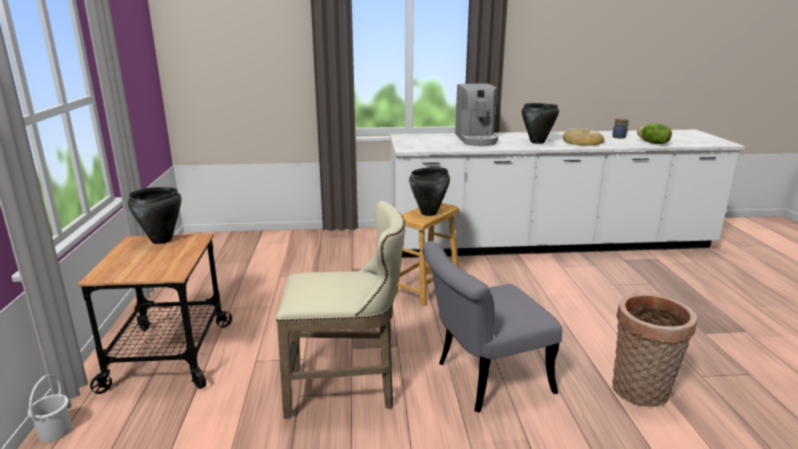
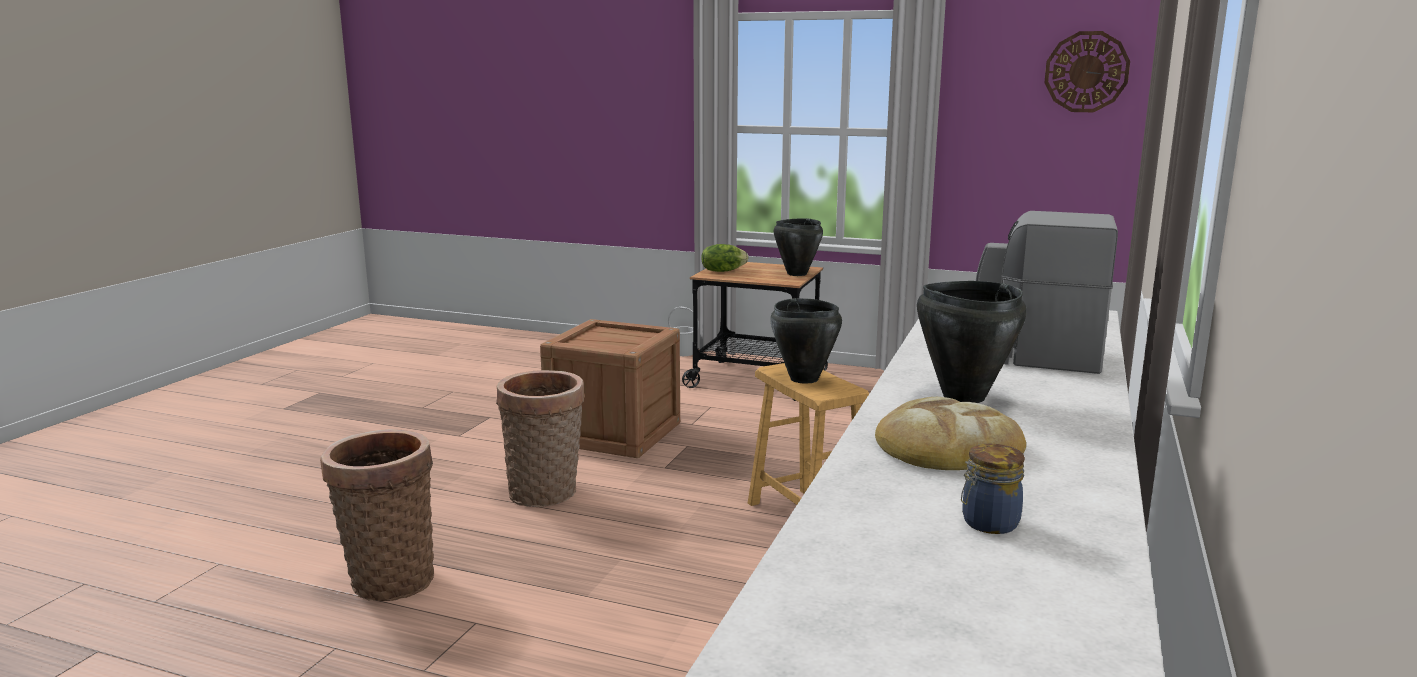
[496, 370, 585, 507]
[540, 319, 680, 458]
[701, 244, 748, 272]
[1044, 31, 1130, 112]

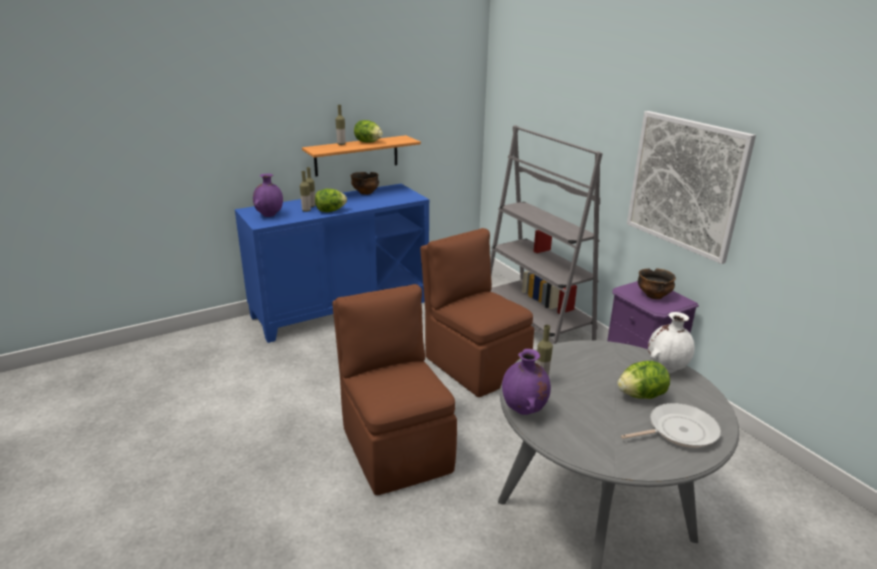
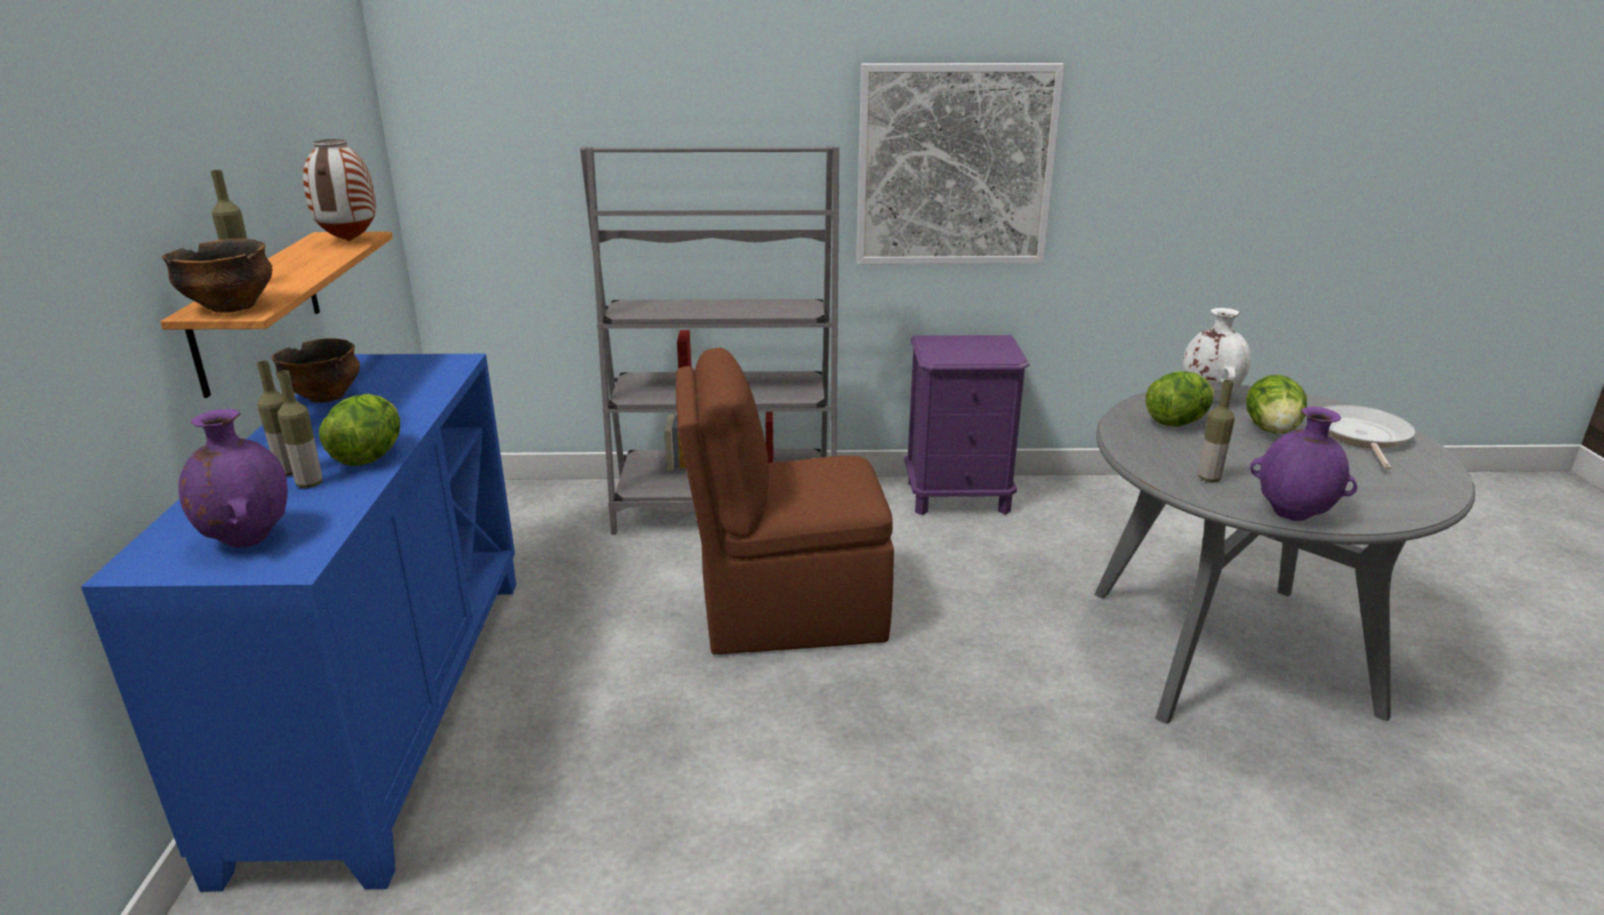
[162, 239, 273, 312]
[303, 139, 376, 241]
[1146, 371, 1214, 427]
[332, 284, 457, 495] (first image)

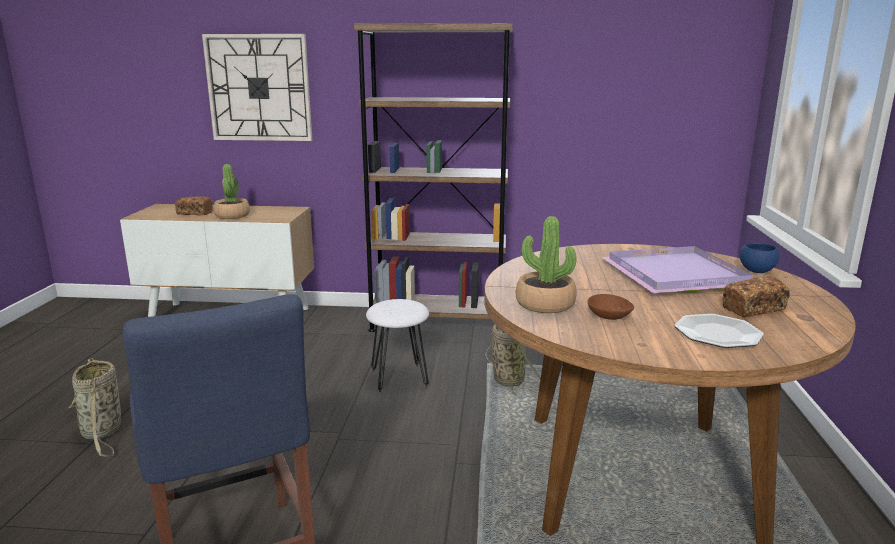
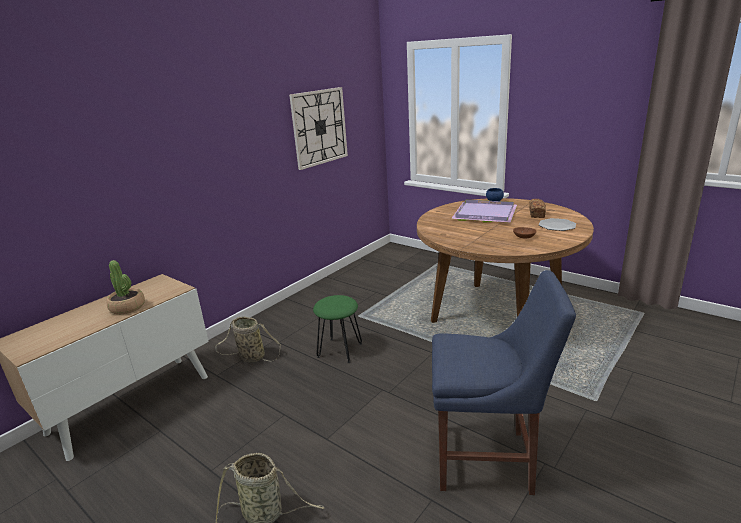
[215, 317, 281, 362]
[289, 87, 348, 170]
[313, 295, 362, 363]
[175, 197, 213, 215] (first image)
[354, 23, 513, 332] (first image)
[515, 216, 577, 313] (first image)

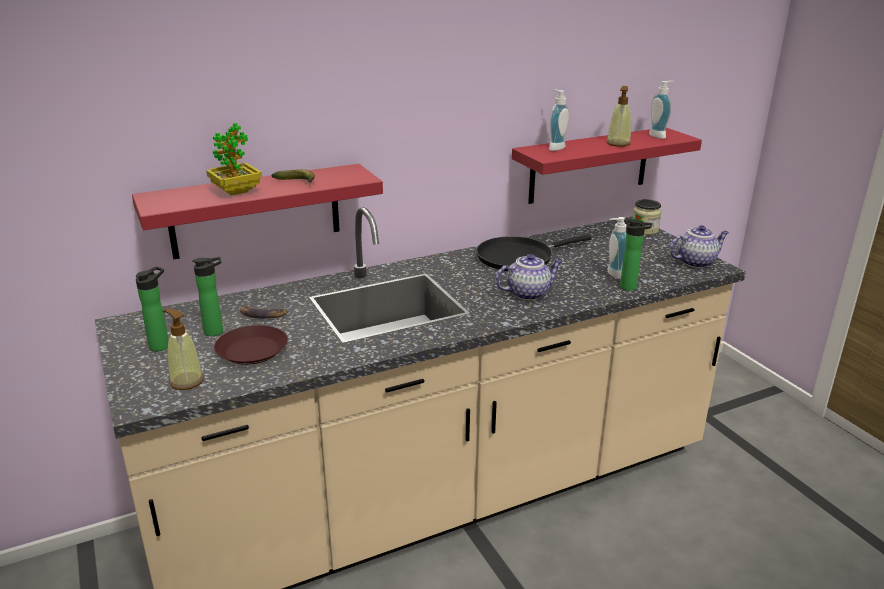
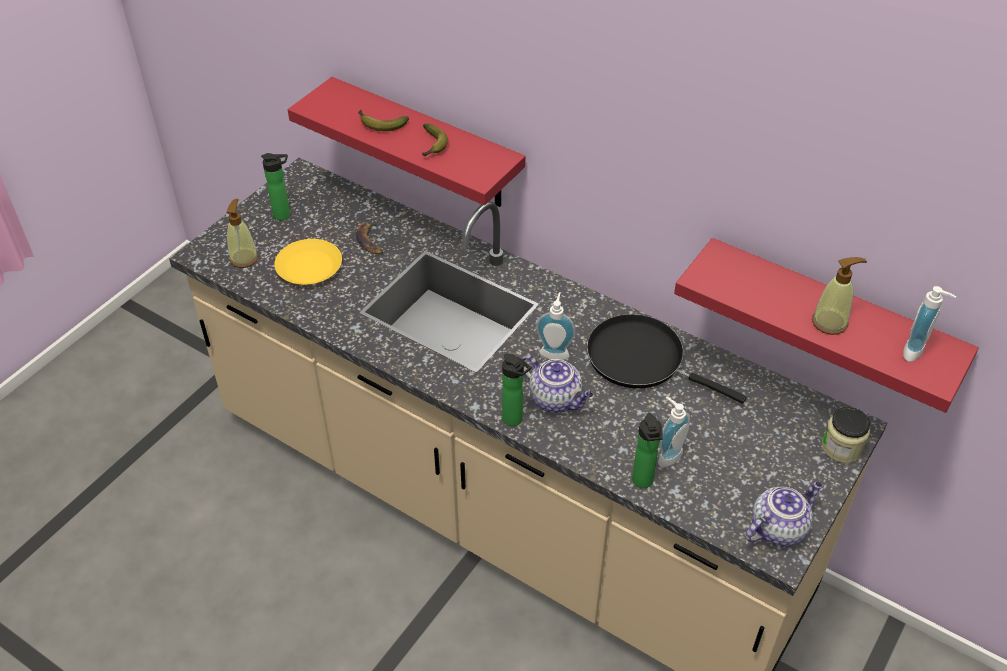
[275, 239, 342, 285]
[358, 110, 409, 131]
[502, 354, 531, 426]
[536, 292, 576, 360]
[745, 481, 823, 547]

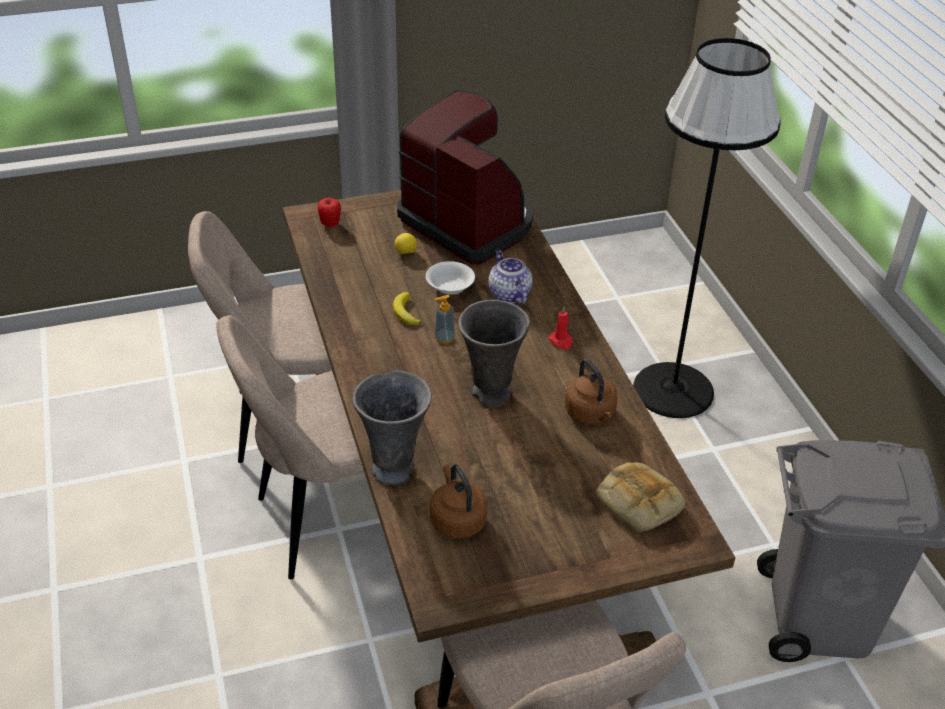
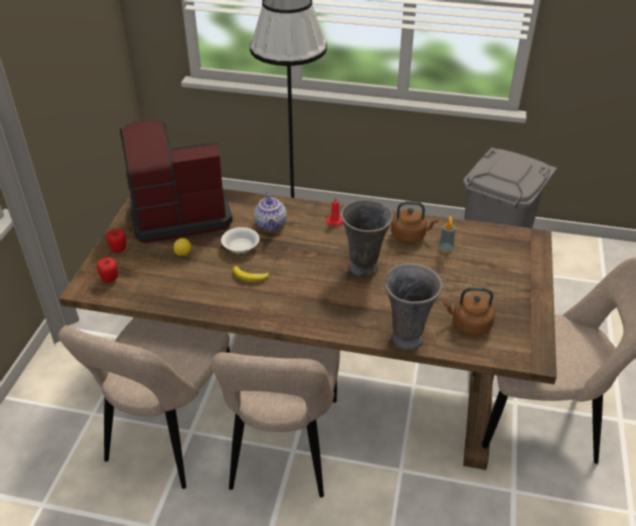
[106, 229, 126, 253]
[254, 192, 287, 232]
[439, 216, 456, 254]
[596, 462, 686, 532] (first image)

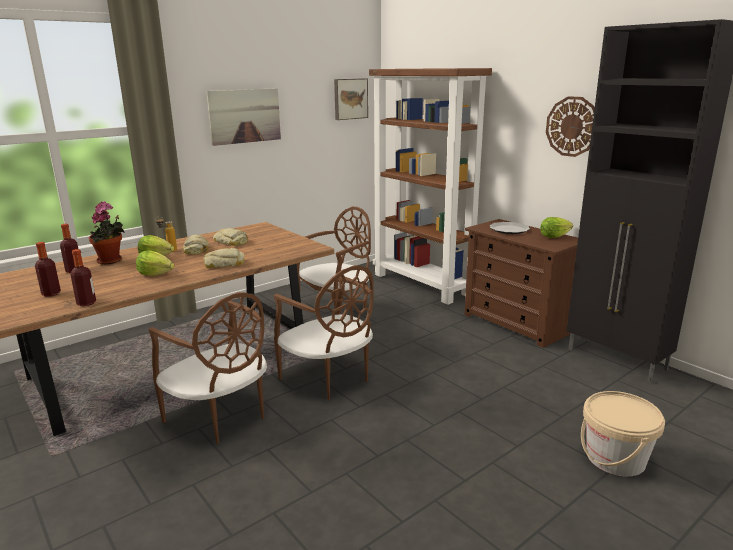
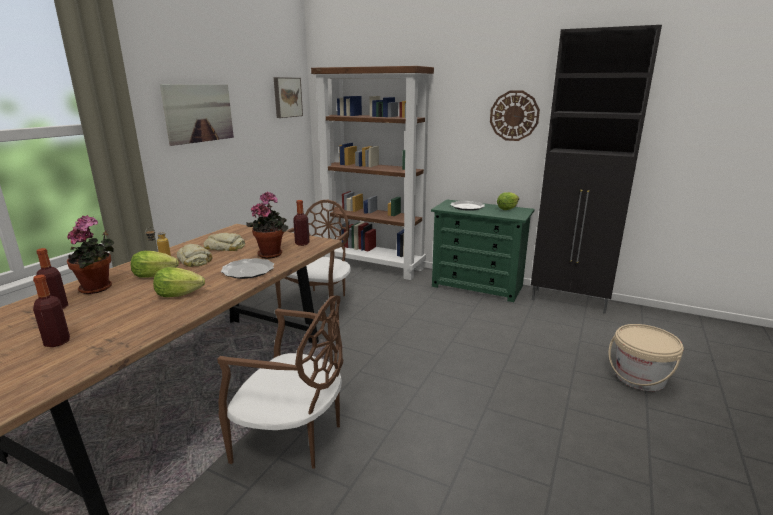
[221, 258, 274, 279]
[246, 192, 288, 258]
[293, 200, 310, 246]
[431, 200, 535, 302]
[274, 265, 374, 400] (first image)

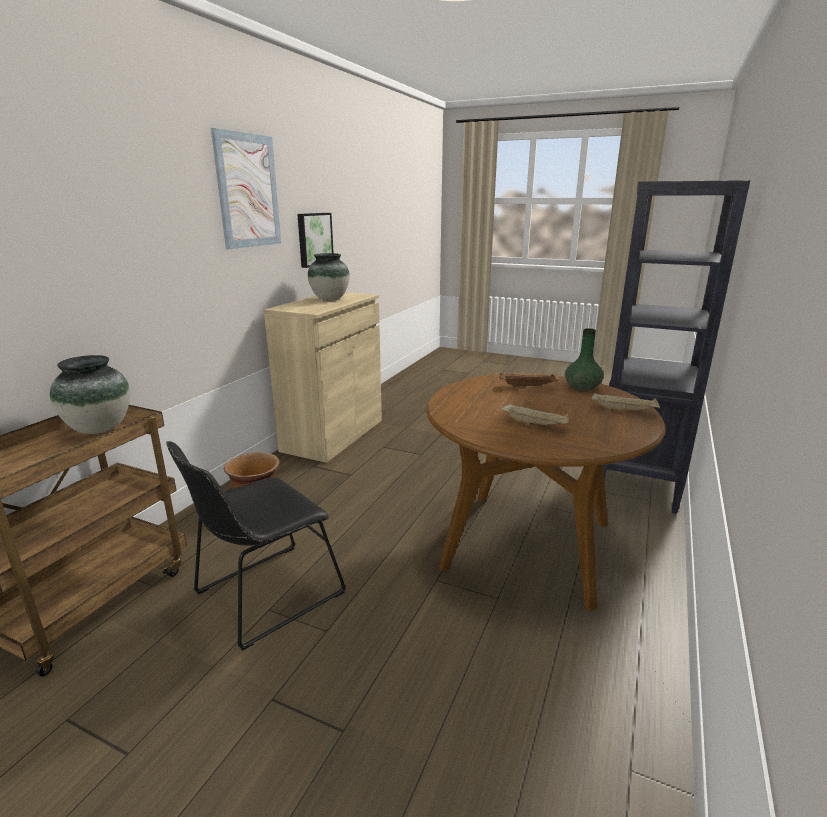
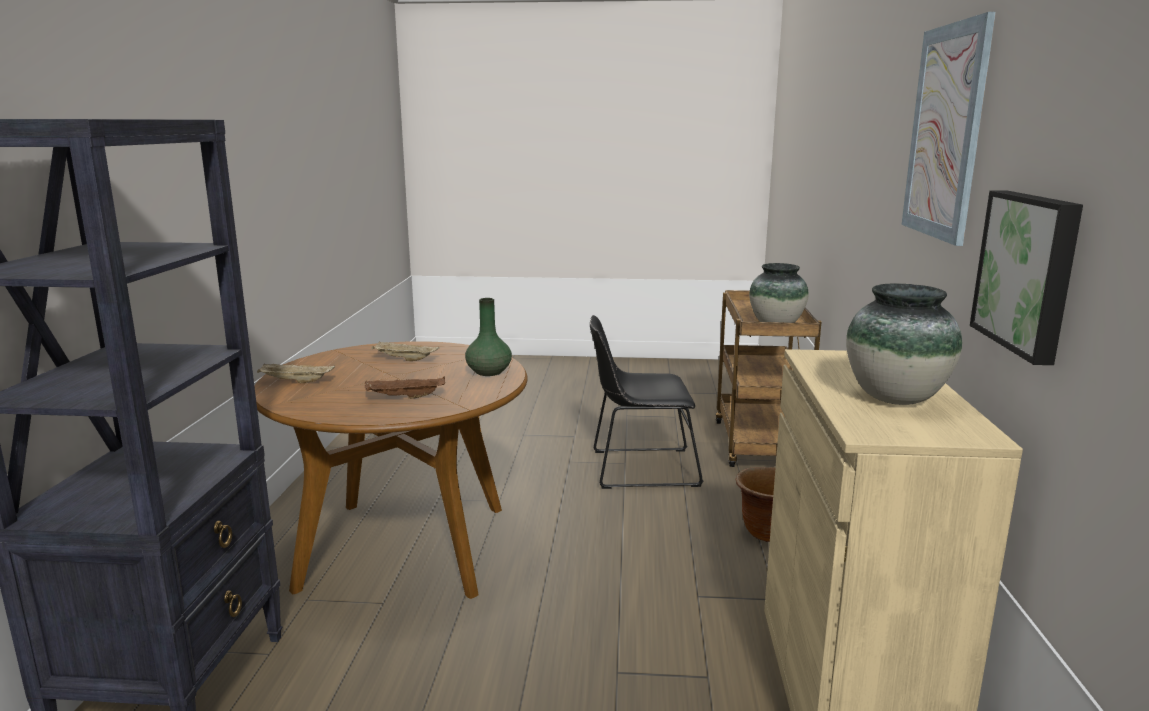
[465, 298, 512, 376]
[590, 315, 703, 489]

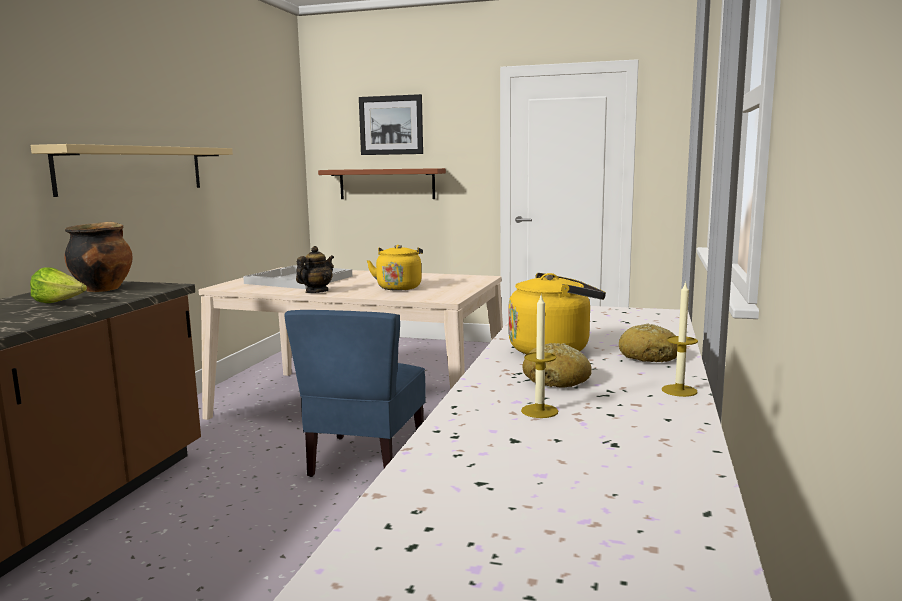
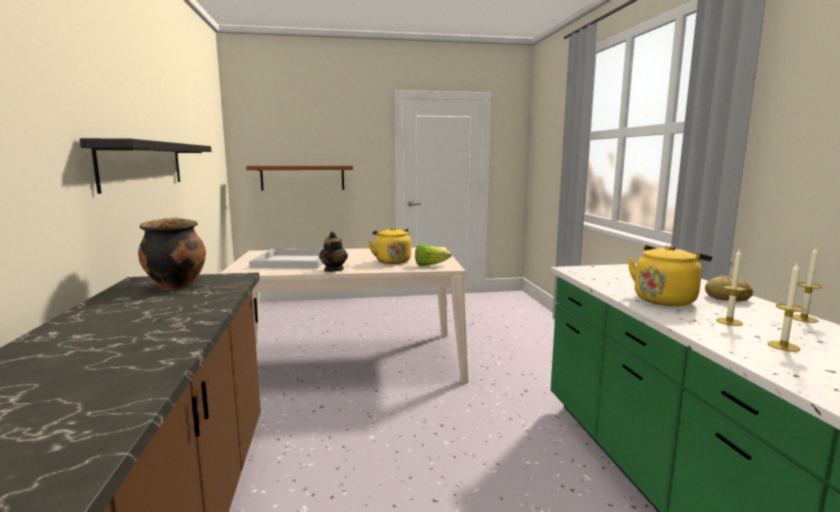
[80, 138, 212, 194]
[415, 244, 452, 266]
[716, 248, 746, 326]
[284, 310, 426, 477] (first image)
[359, 94, 423, 155] (first image)

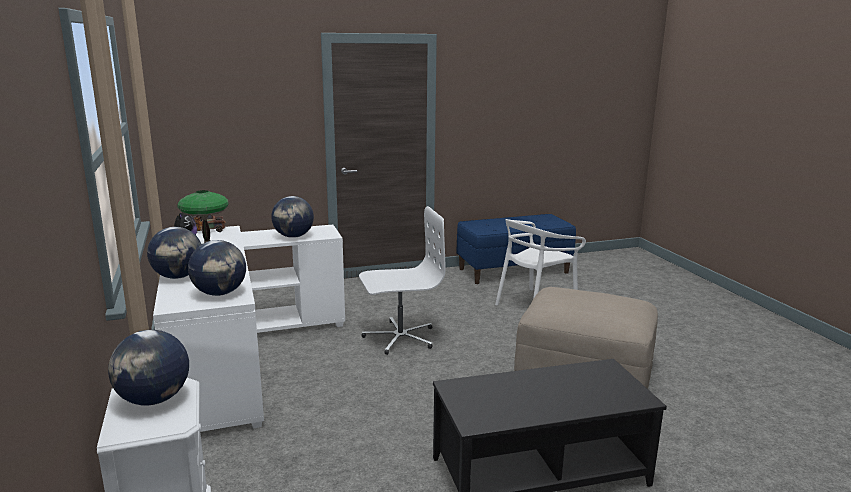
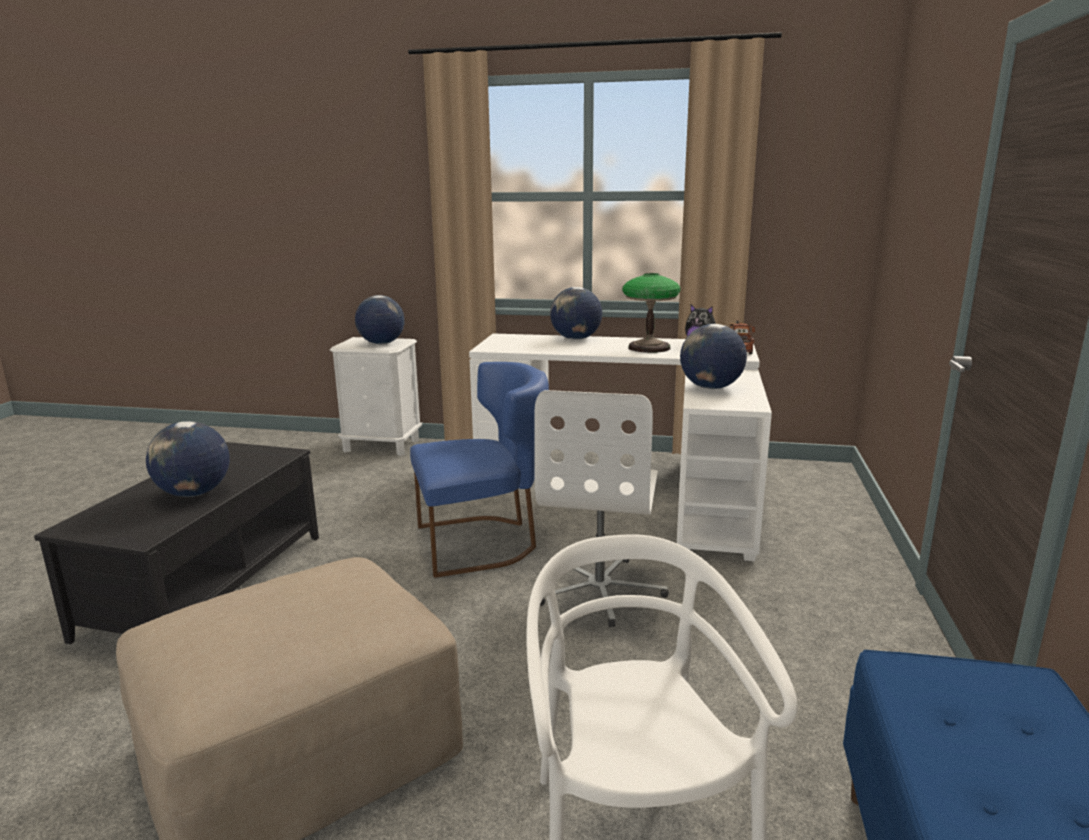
[146, 421, 230, 497]
[410, 362, 549, 578]

